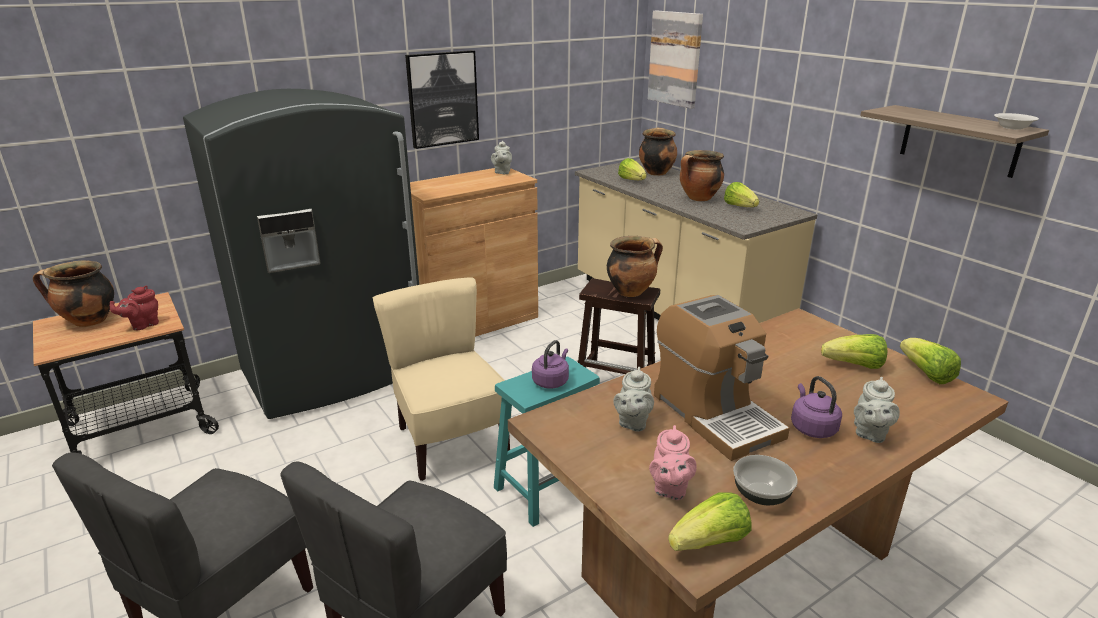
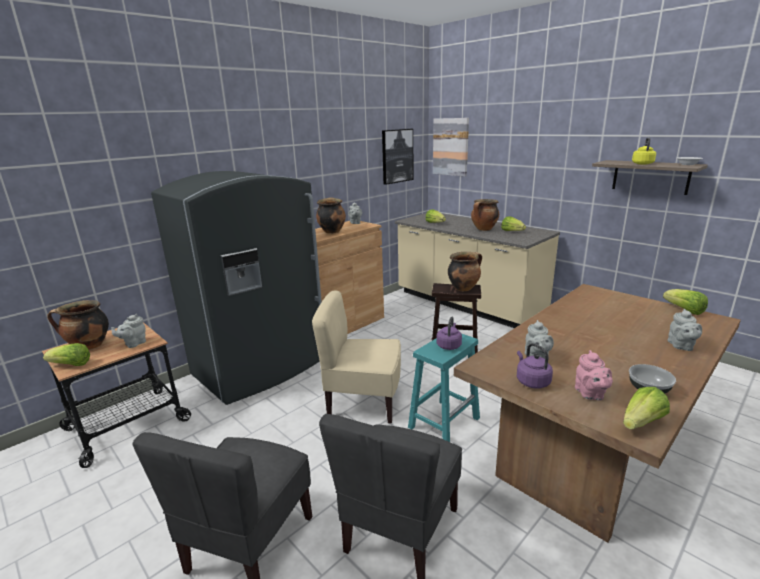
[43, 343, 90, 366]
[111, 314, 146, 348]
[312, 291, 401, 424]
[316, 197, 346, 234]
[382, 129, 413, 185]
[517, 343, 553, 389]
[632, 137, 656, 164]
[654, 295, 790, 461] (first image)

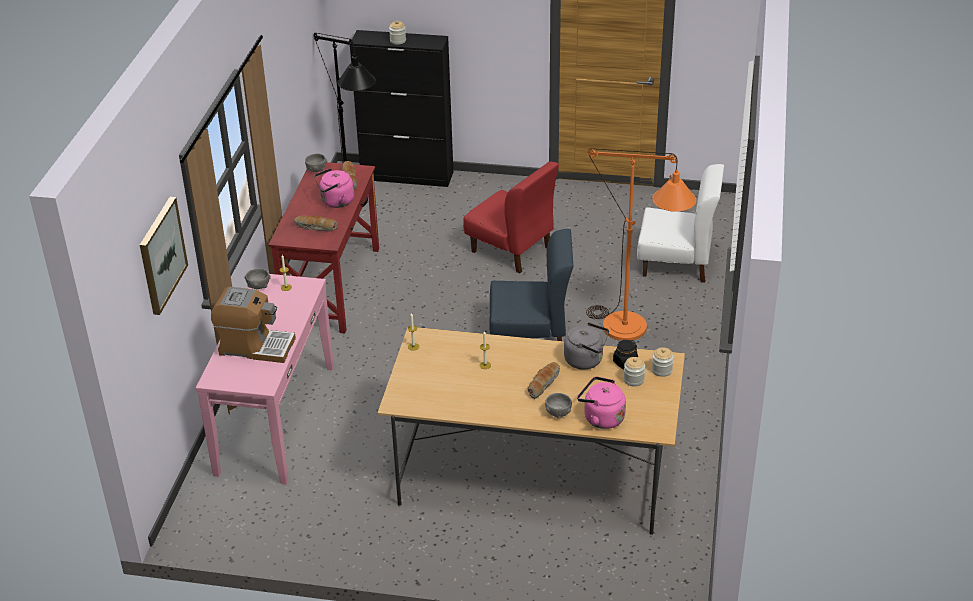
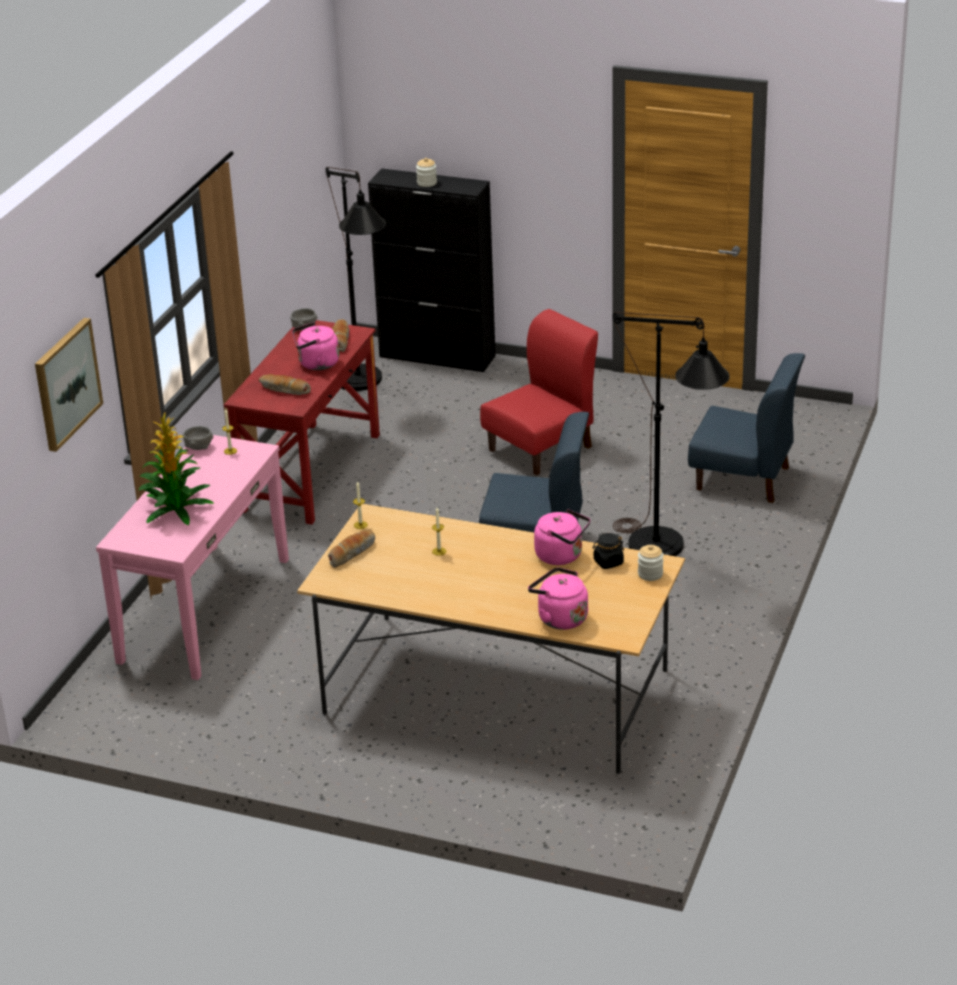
[139, 411, 214, 525]
[328, 530, 375, 568]
[480, 309, 598, 475]
[534, 509, 590, 565]
[612, 312, 730, 556]
[688, 353, 805, 503]
[545, 393, 572, 419] (first image)
[624, 357, 645, 386] (first image)

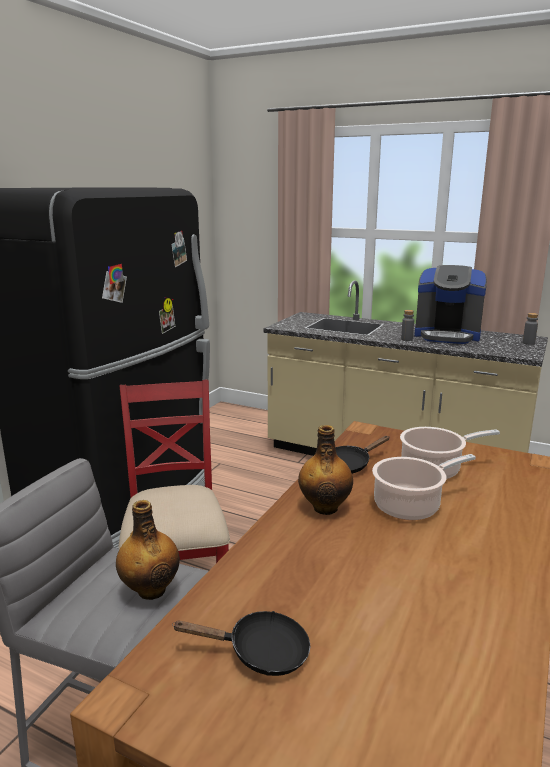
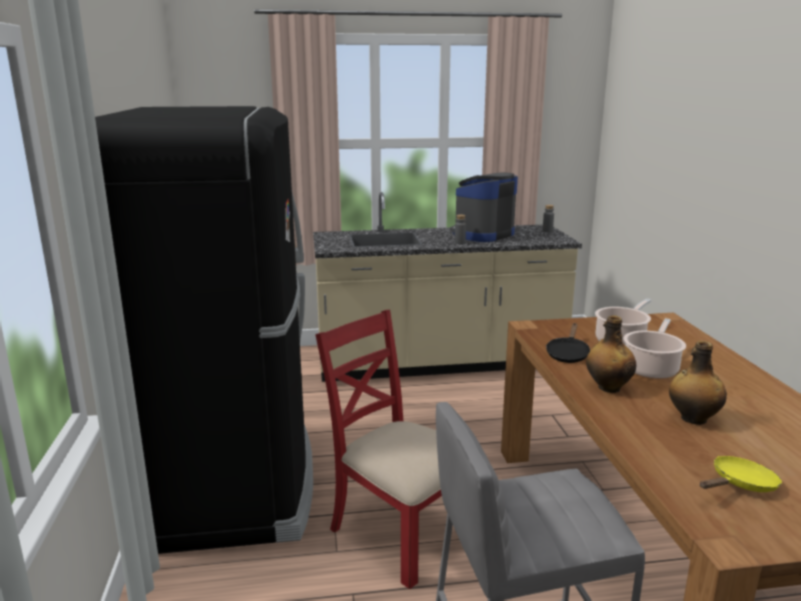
[450, 173, 518, 242]
[669, 341, 727, 425]
[700, 456, 782, 492]

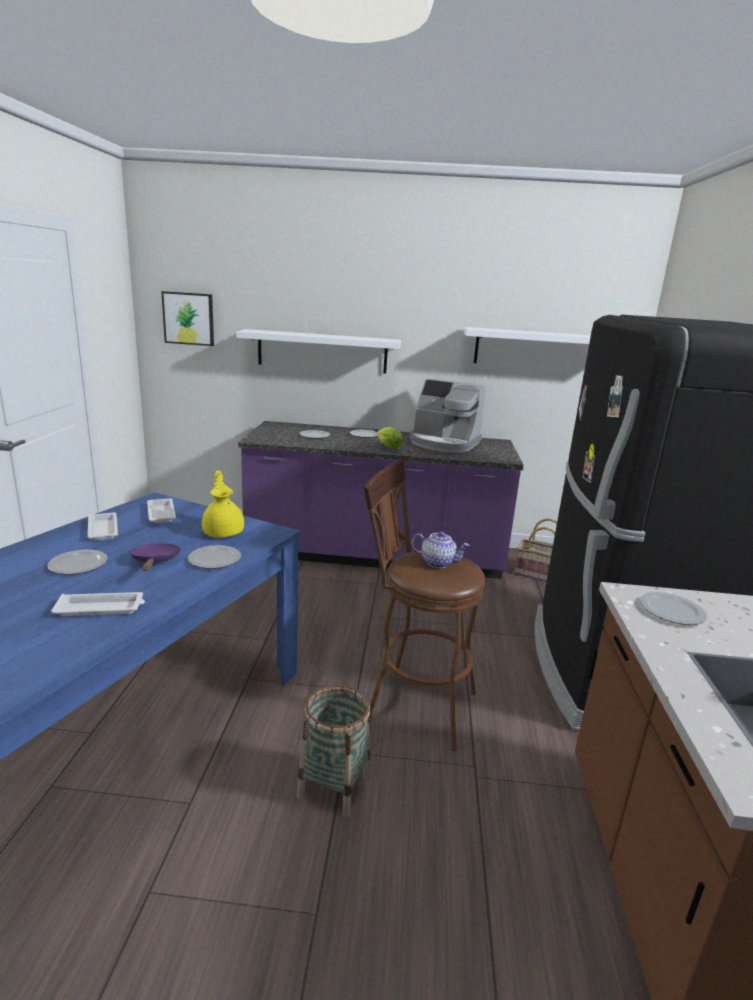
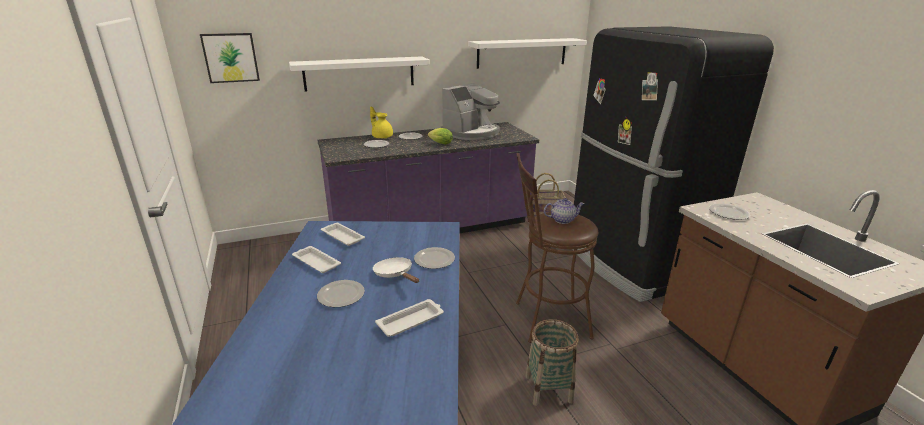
[370, 106, 393, 139]
[373, 257, 419, 283]
[441, 83, 500, 140]

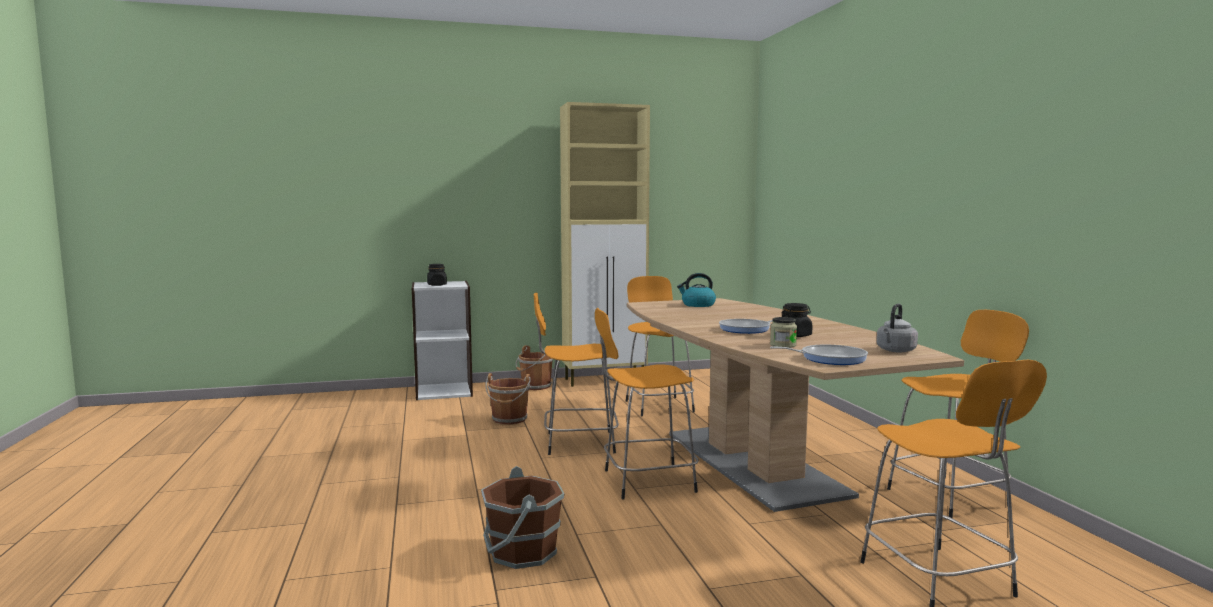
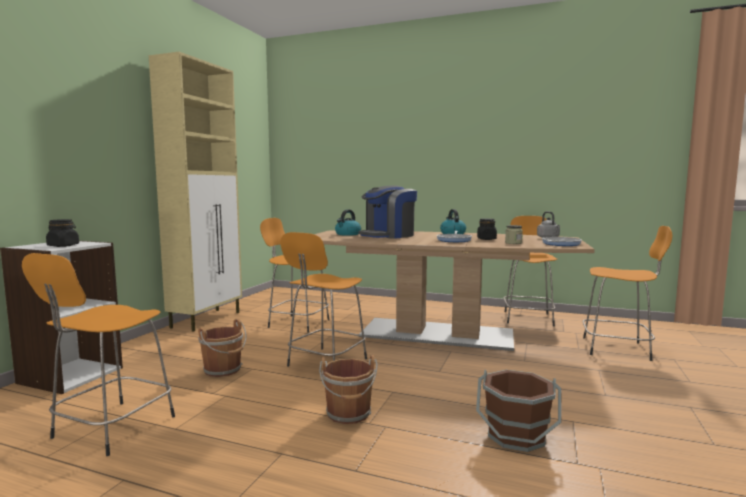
[22, 253, 175, 456]
[319, 355, 378, 424]
[359, 186, 417, 239]
[440, 209, 466, 234]

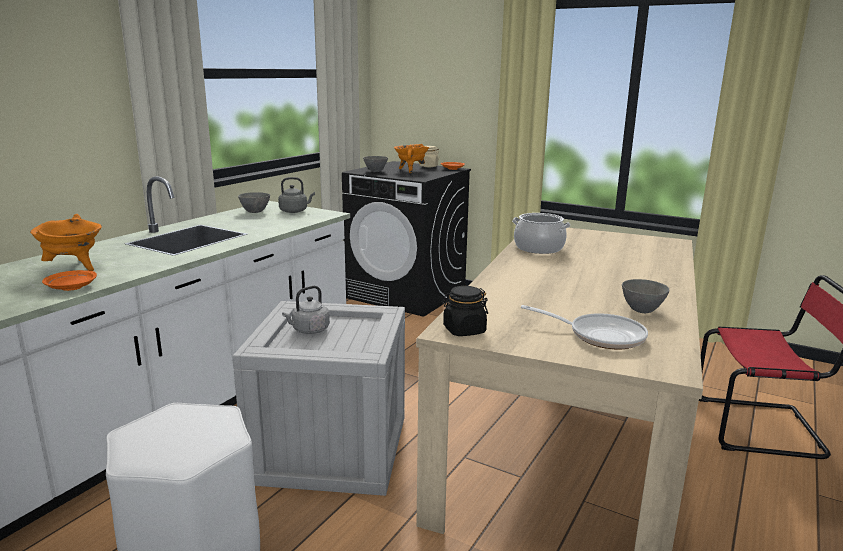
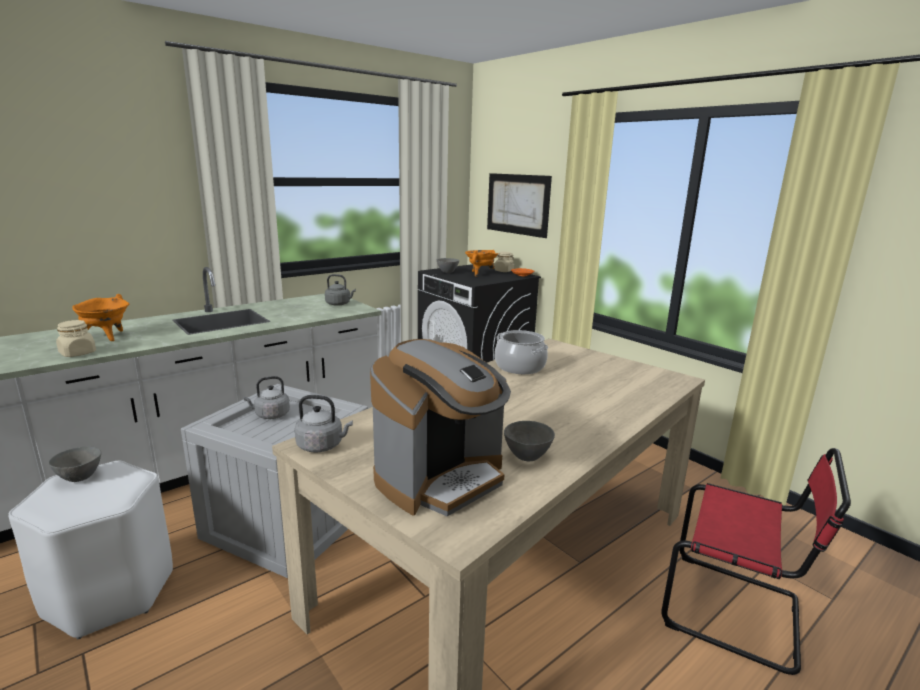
[49, 446, 101, 482]
[56, 320, 96, 357]
[295, 395, 353, 453]
[370, 339, 511, 516]
[487, 173, 552, 238]

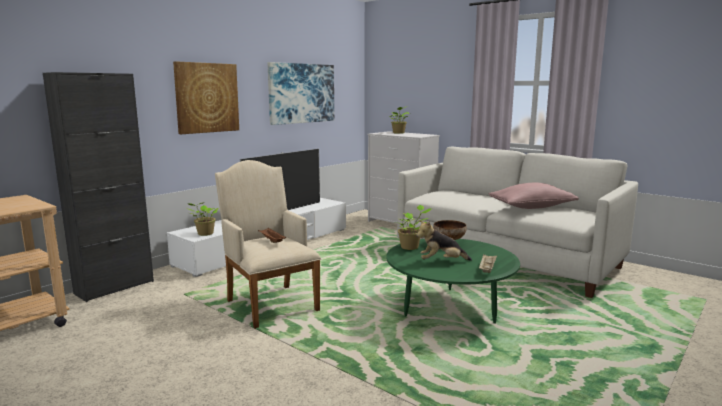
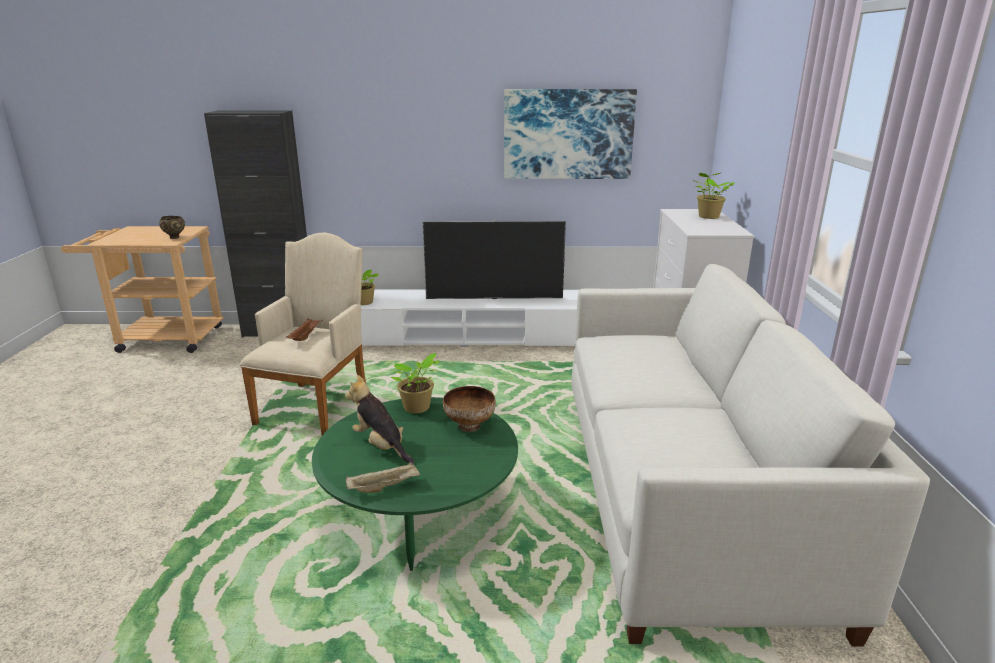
[159, 216, 185, 239]
[173, 61, 239, 134] (first image)
[489, 182, 579, 209] (first image)

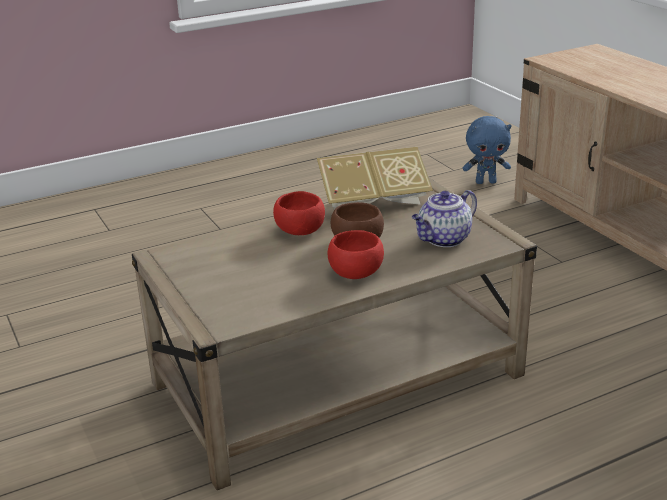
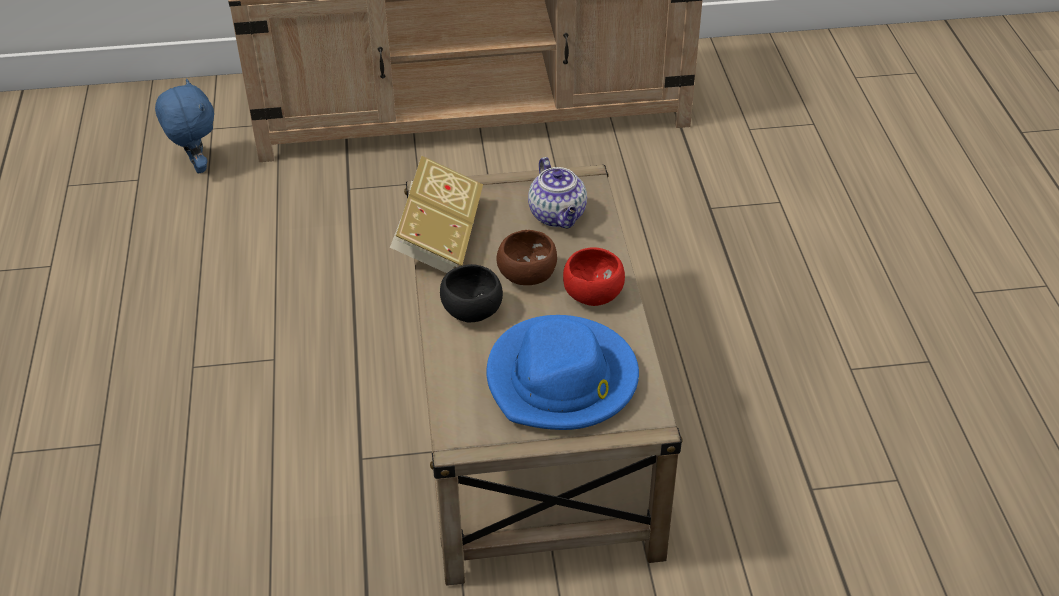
[155, 79, 214, 174]
[440, 264, 503, 322]
[486, 315, 639, 430]

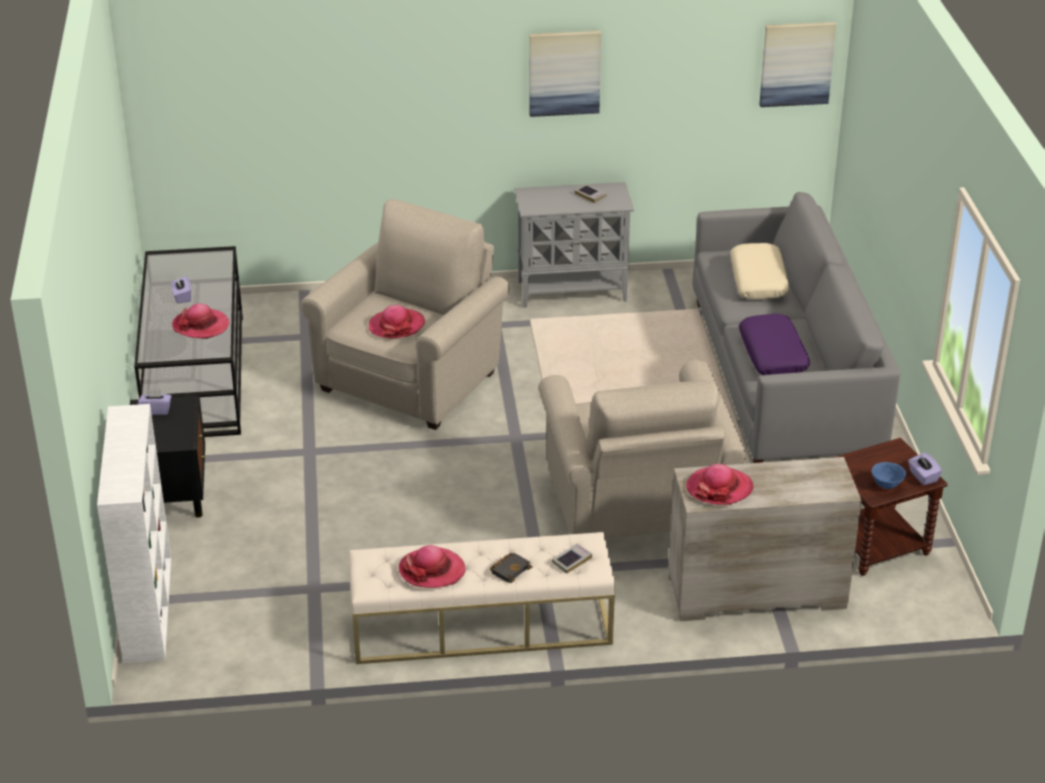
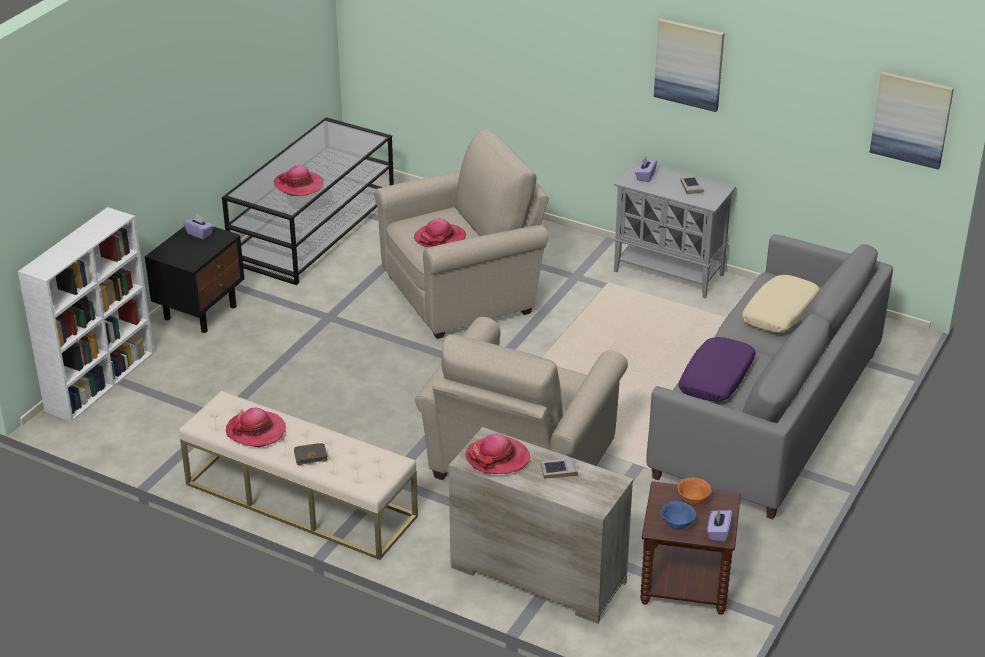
[541, 458, 578, 479]
[635, 157, 657, 182]
[678, 478, 711, 505]

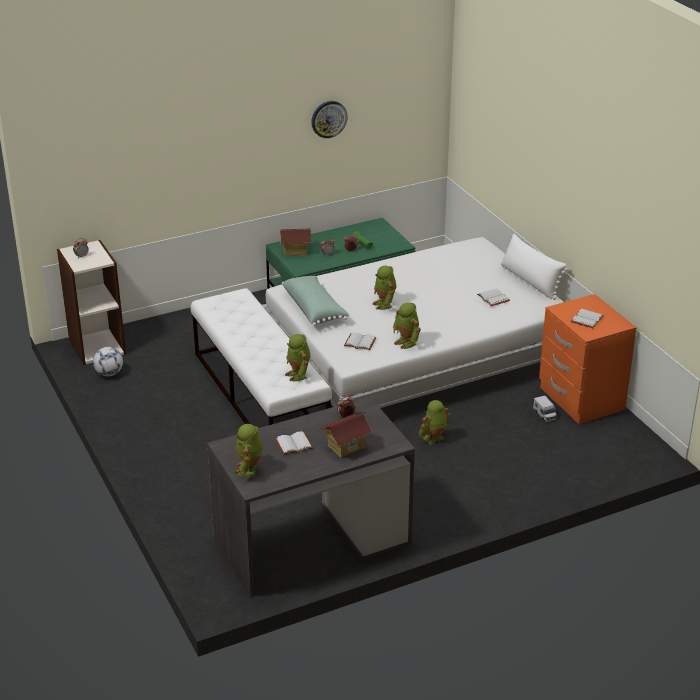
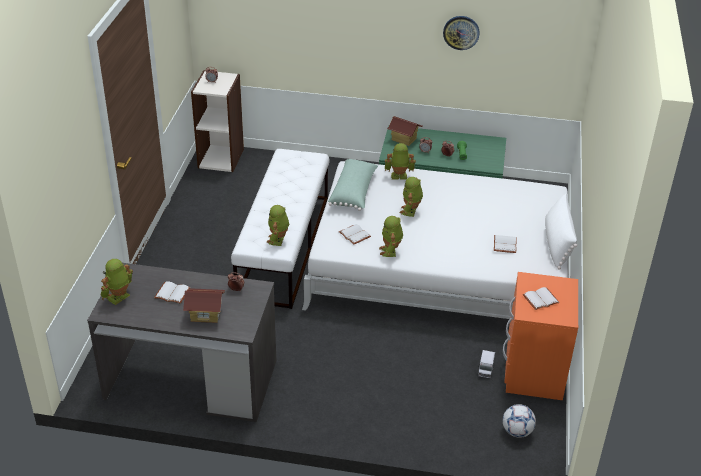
[385, 143, 416, 180]
[503, 404, 536, 438]

